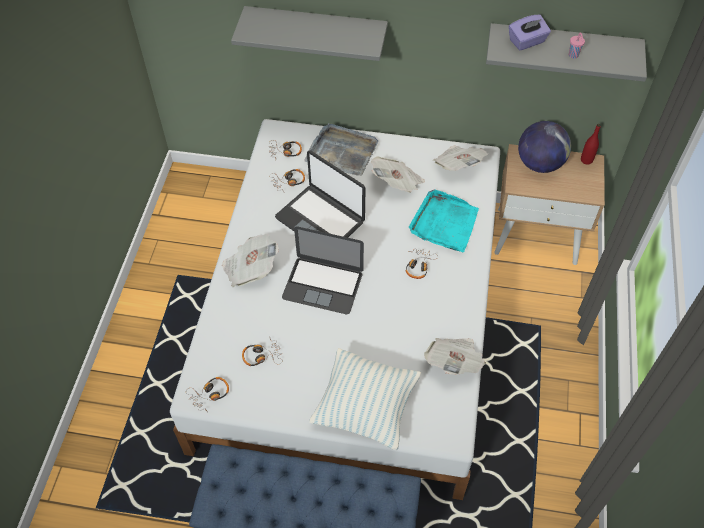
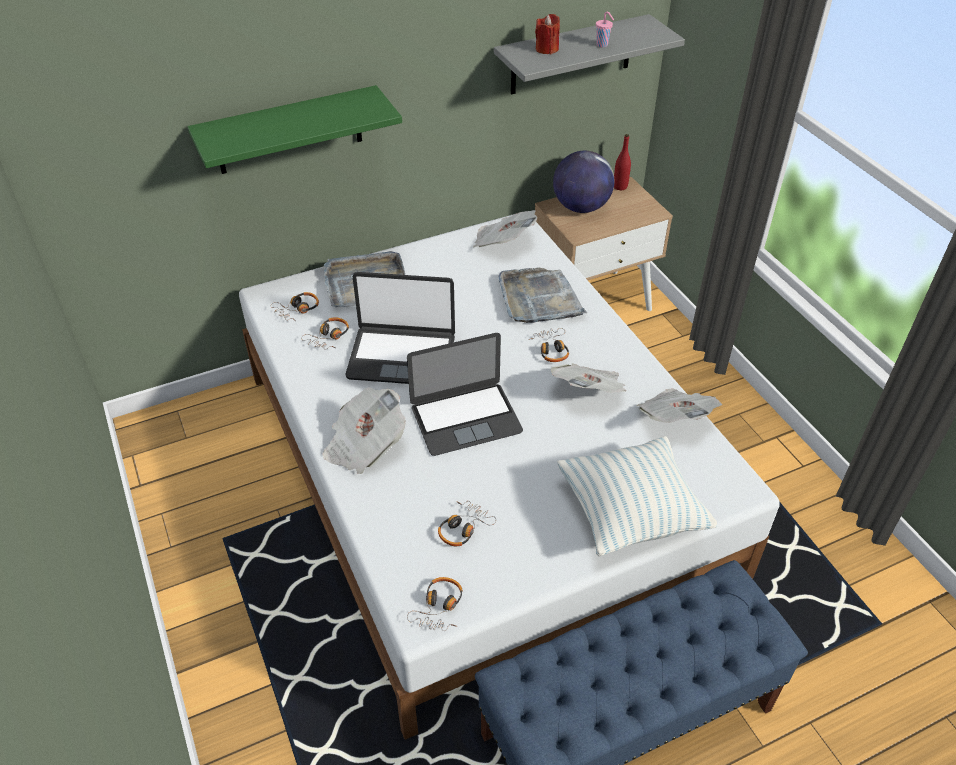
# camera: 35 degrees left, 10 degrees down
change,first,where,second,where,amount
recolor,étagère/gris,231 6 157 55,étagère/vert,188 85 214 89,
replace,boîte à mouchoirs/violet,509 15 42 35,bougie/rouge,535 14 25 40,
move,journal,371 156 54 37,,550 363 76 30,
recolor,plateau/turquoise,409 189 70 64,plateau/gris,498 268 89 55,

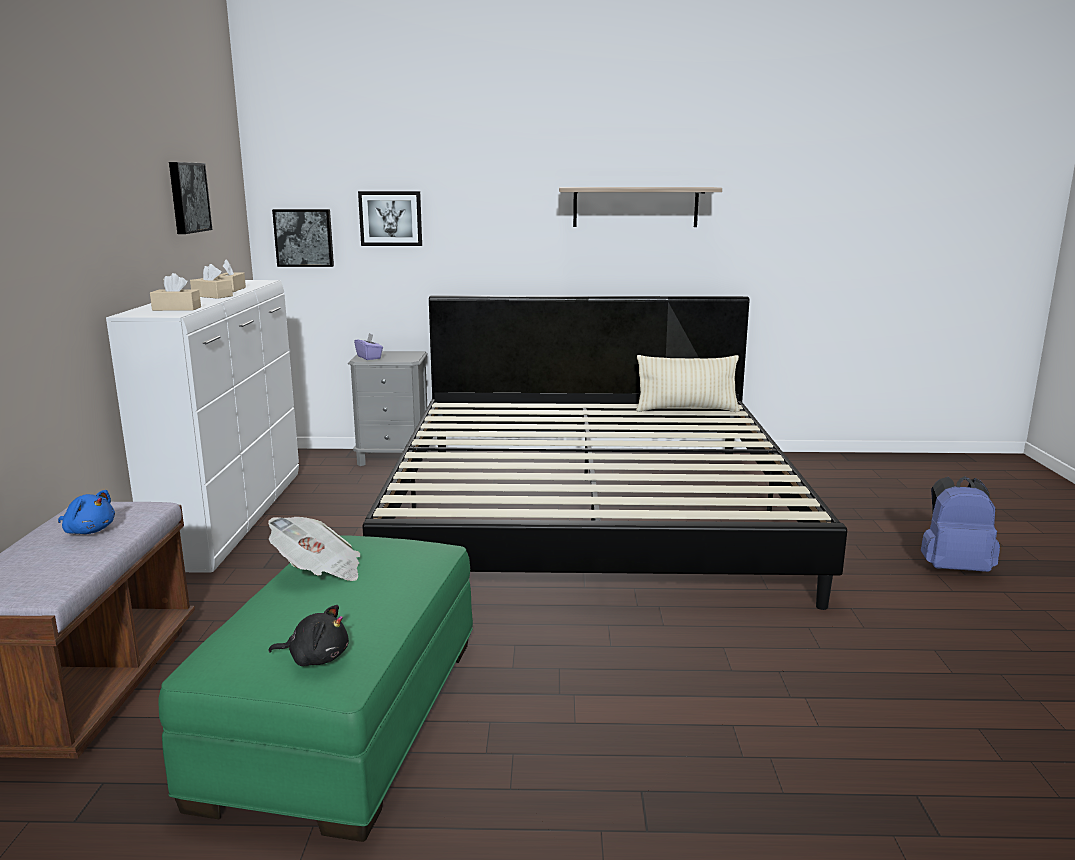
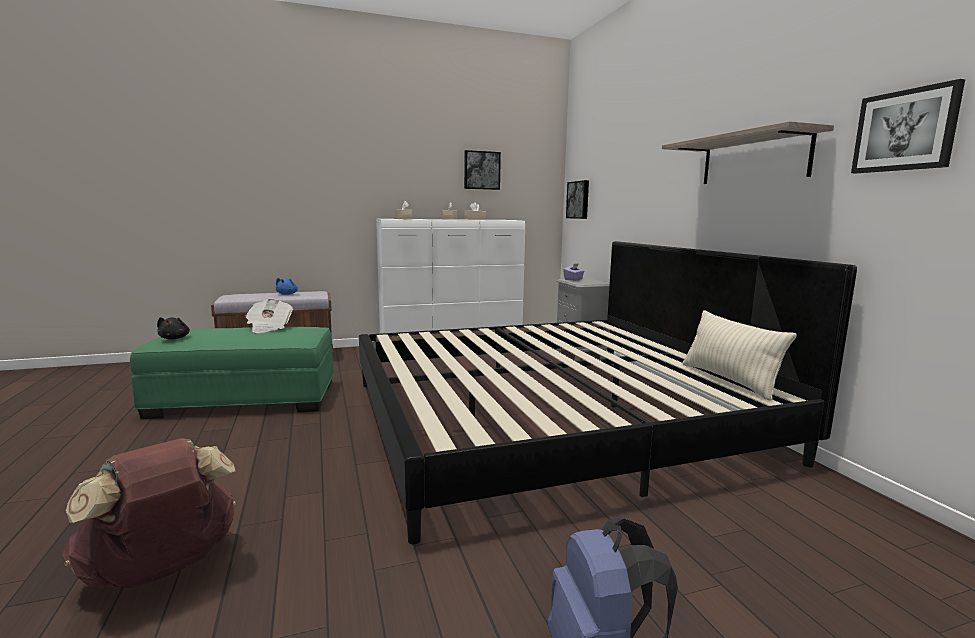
# camera: 70 degrees right, 5 degrees down
change,first,where,second,where,amount
move,tableau,358 191 64 55,,851 79 114 94,
insert,,,sac à dos/marron,62 438 174 150,

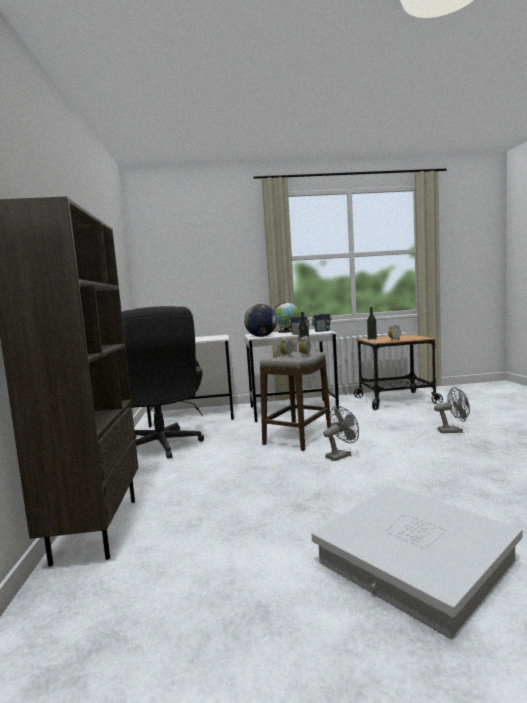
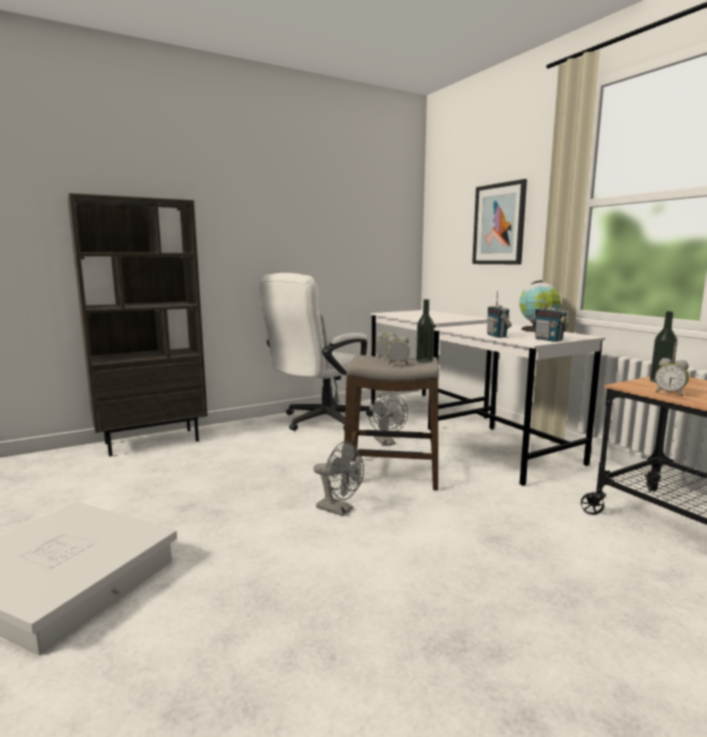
# camera: 65 degrees right, 5 degrees up
change,first,where,second,where,amount
delete,globe,244 304 33 33,,,
recolor,chaise de bureau/noir,122 306 82 153,chaise de bureau/blanc,260 273 113 158,
move,ventilateur/gris,434 387 36 46,,369 392 39 54,
insert,,,tableau,472 179 55 85,

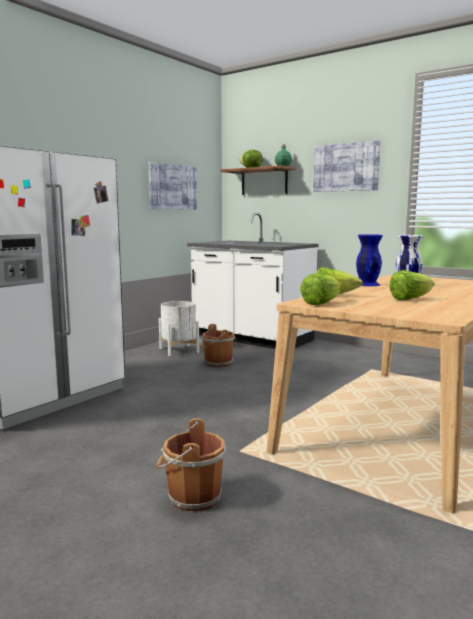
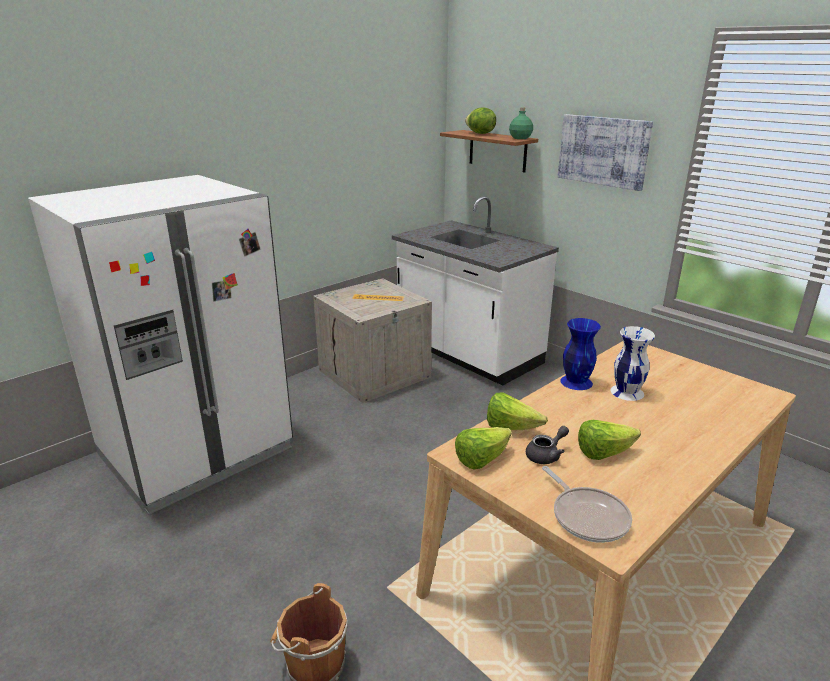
# camera: 10 degrees right, 15 degrees up
change,first,where,second,where,amount
delete,tableau,148 162 49 48,,,
replace,cache-pot/blanc,159 301 40 55,caisse,313 278 119 125,
delete,seau/marron,199 324 37 43,,,
insert,,,théière/gris,526 426 43 38,
insert,,,poêle,542 466 90 77,

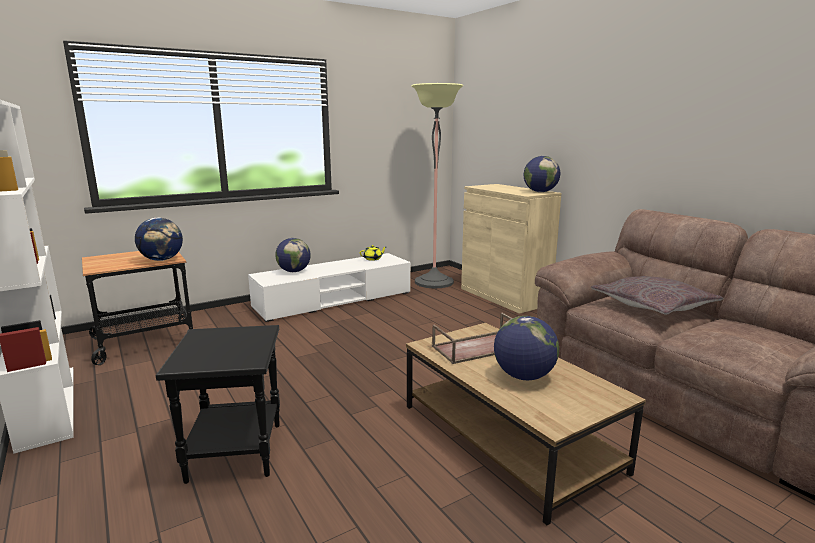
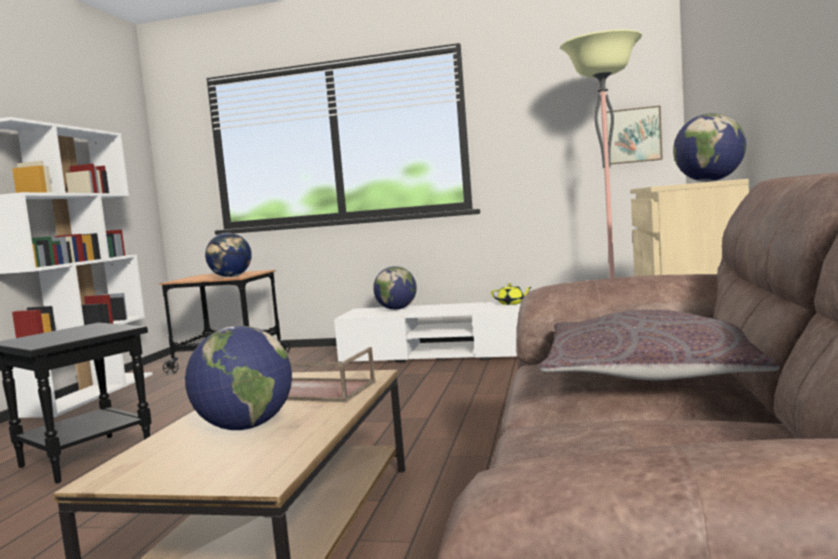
# camera: 45 degrees right, 10 degrees down
change,first,where,second,where,amount
insert,,,tableau,606 106 57 58,

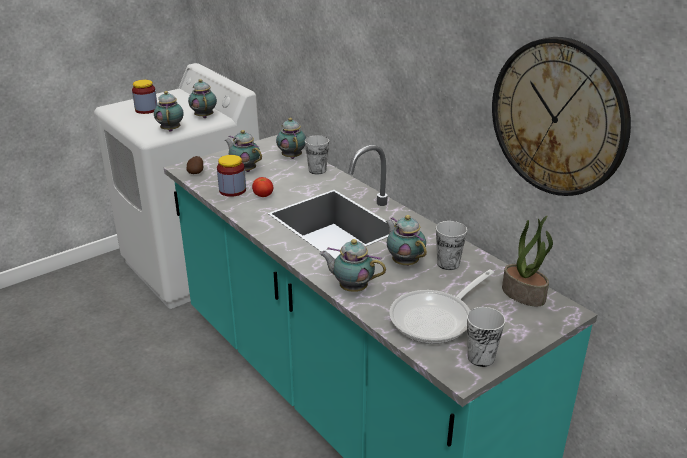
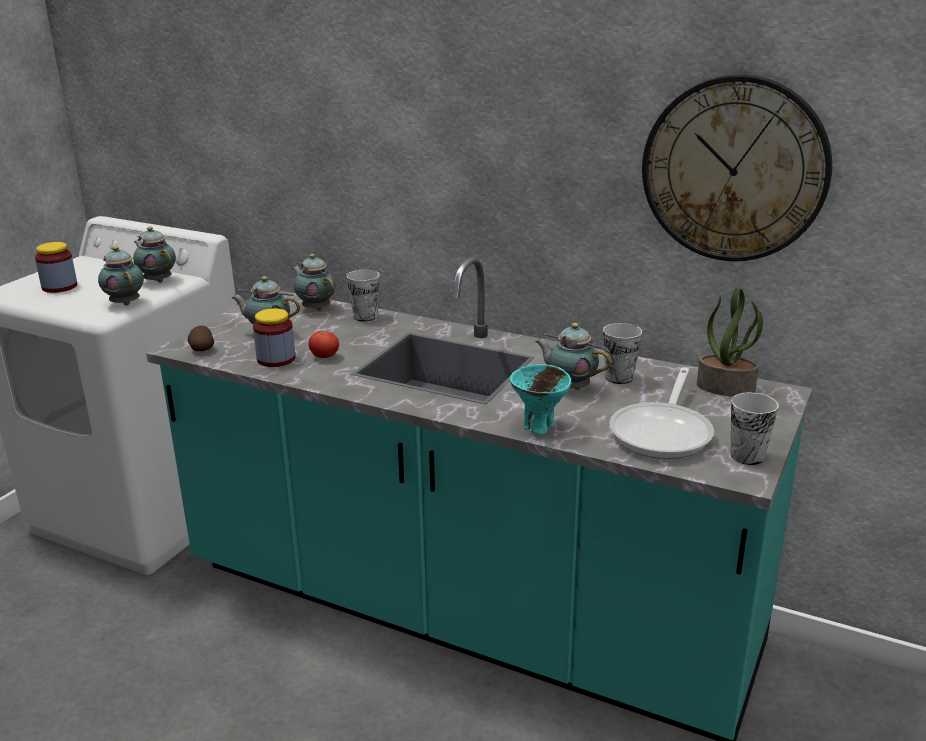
# camera: 25 degrees left, 5 degrees down
change,first,where,second,where,amount
replace,théière,320 239 66 53,bol/turquoise,510 364 61 70,

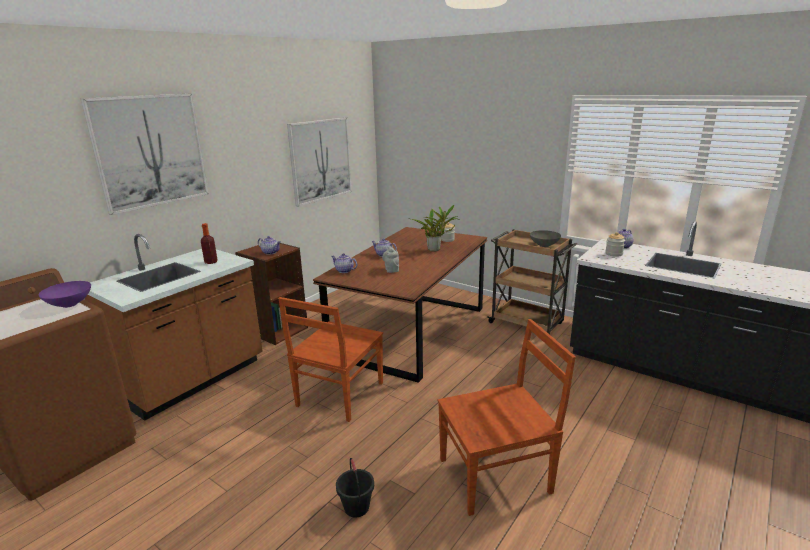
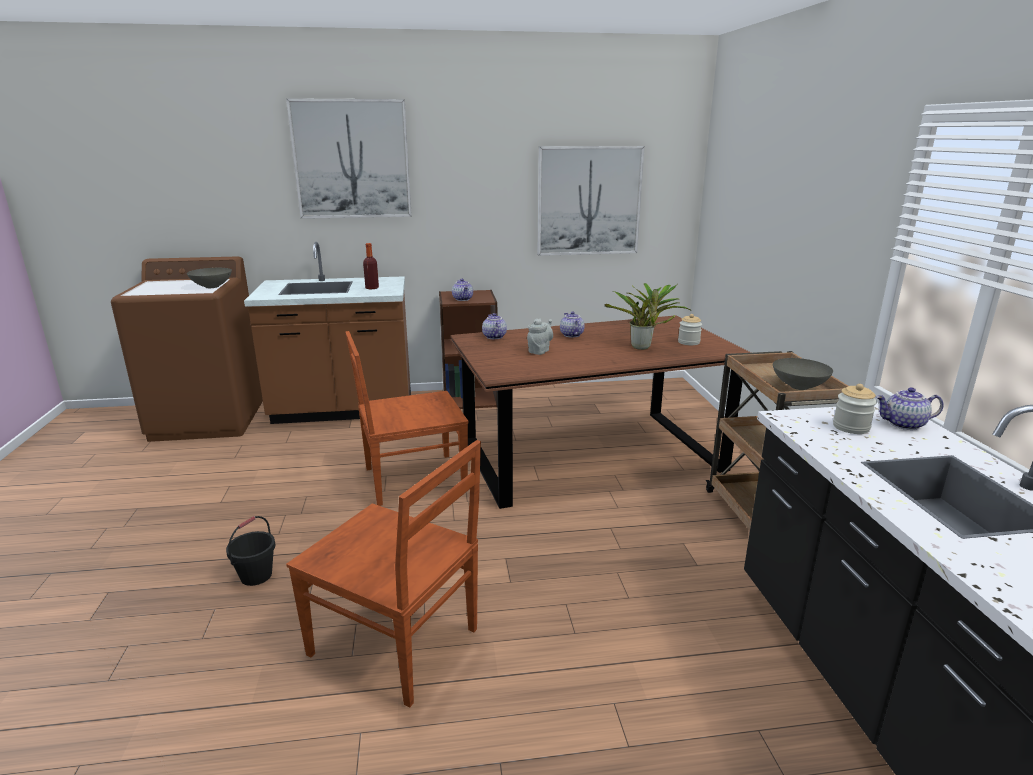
# camera: 45 degrees right, 0 degrees up
change,first,where,second,where,amount
recolor,bol/violet,39 281 52 27,bol/gris,187 268 45 20,

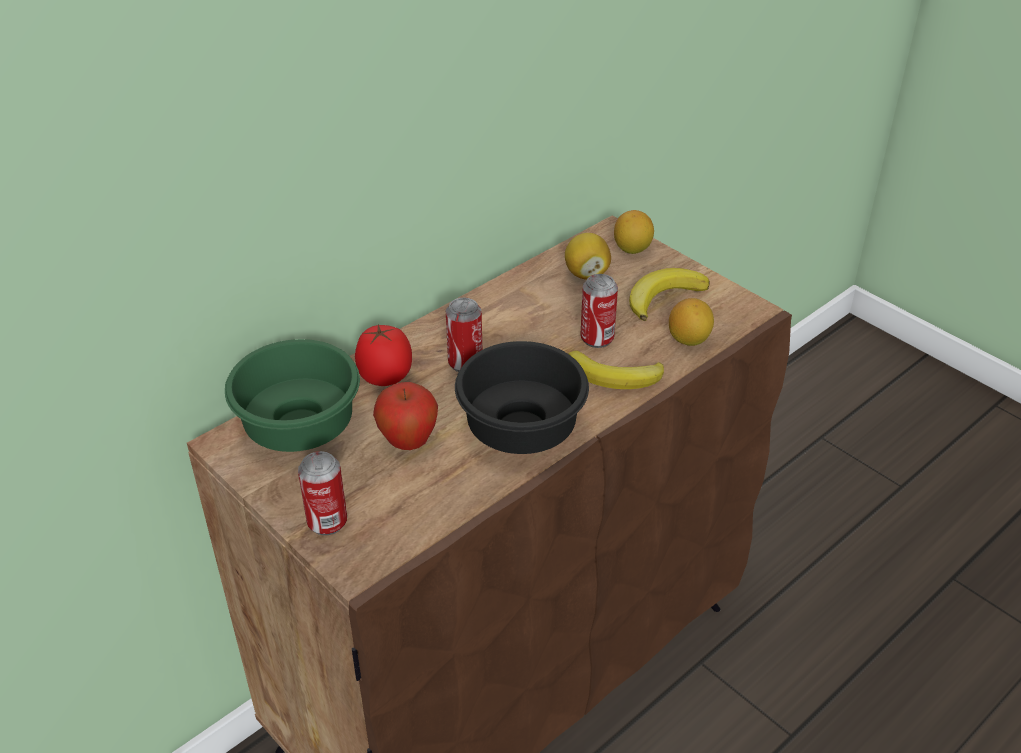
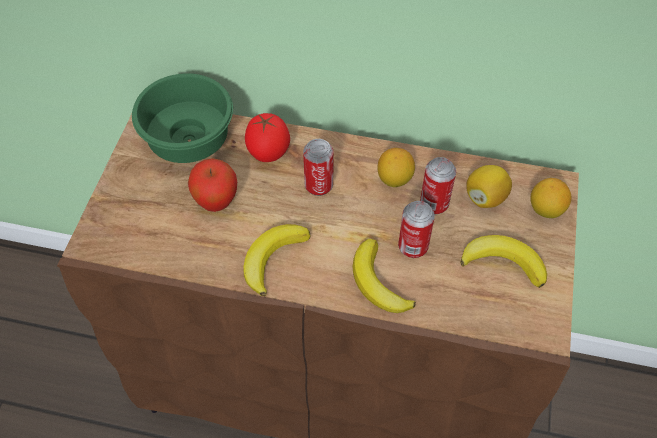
# camera: 55 degrees right, 15 degrees up
change,first,where,second,where,amount
move,citron,669 298 45 48,,378 148 37 39,
replace,bol/noir,455 341 134 113,banane,243 224 68 72,
move,boîte métallique,298 451 49 84,,420 157 36 57,

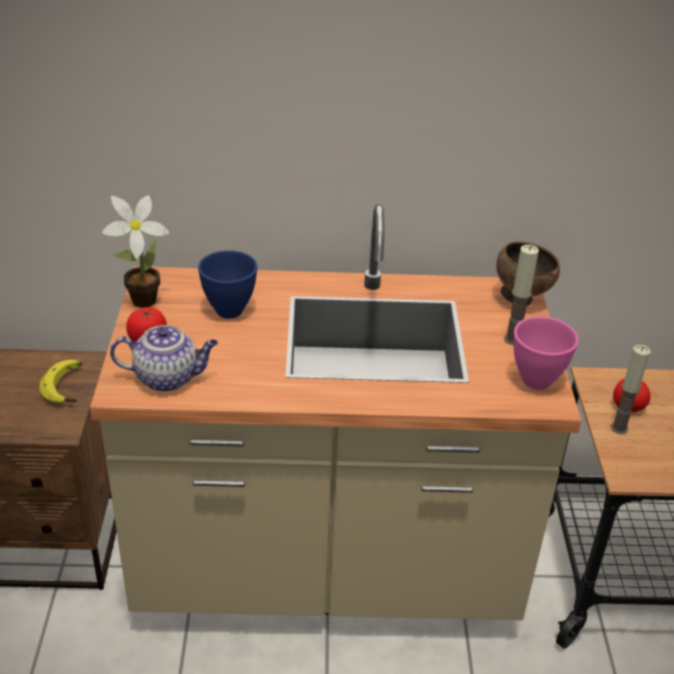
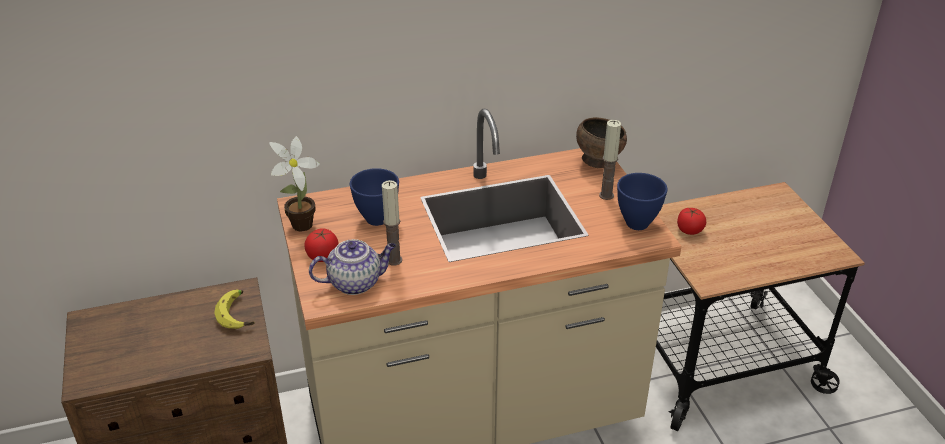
# camera: 15 degrees left, 0 degrees up
change,first,where,second,where,amount
recolor,bol/rose,514 316 65 74,bol/bleu,617 173 51 57,
move,bougie,611 345 40 89,,382 180 20 85,

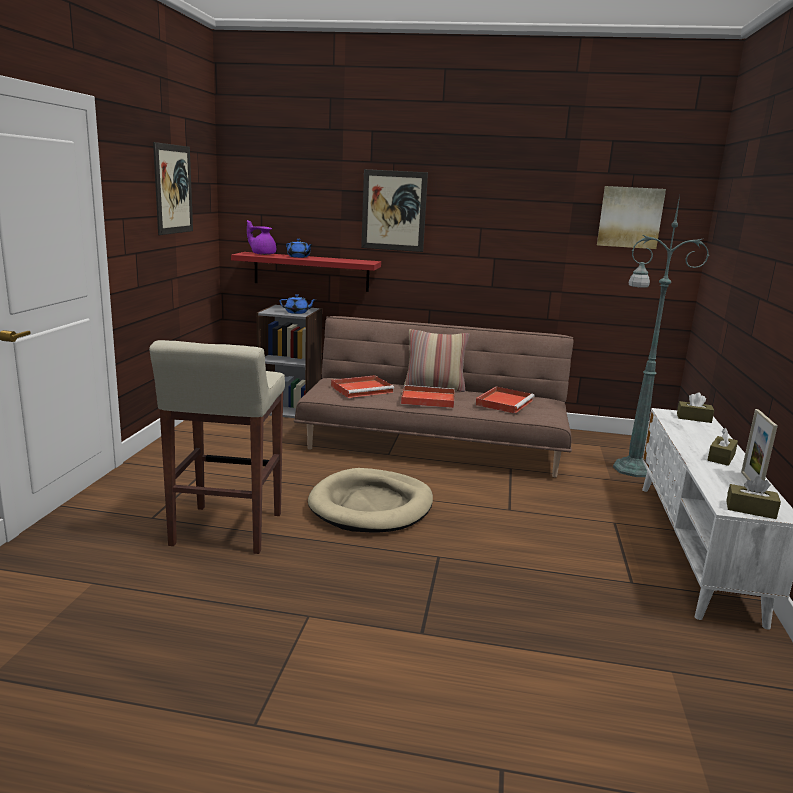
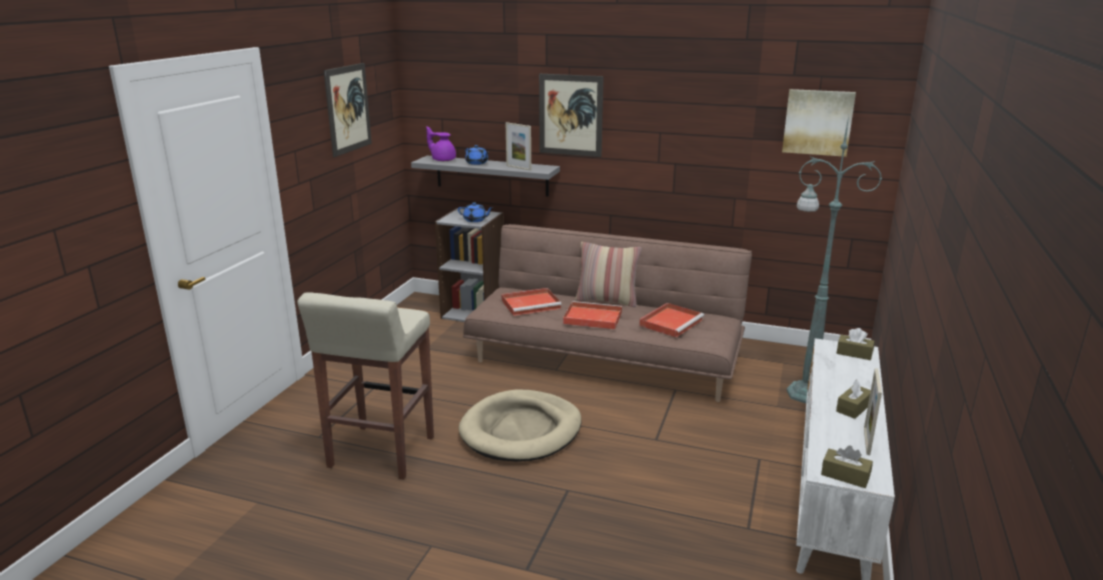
# camera: 10 degrees right, 5 degrees up
change,first,where,second,where,amount
recolor,étagère/rouge,231 252 150 40,étagère/gris,411 156 149 40,
insert,,,cadre photo,506 122 25 49,

